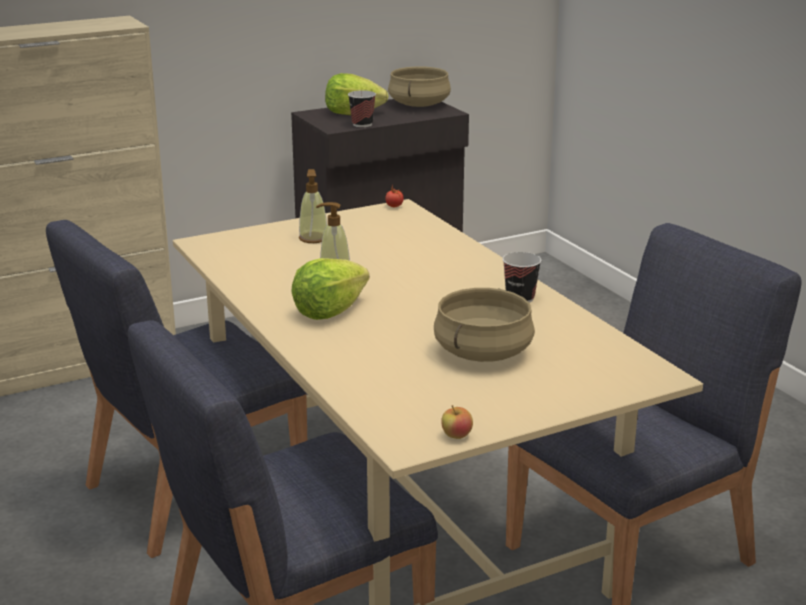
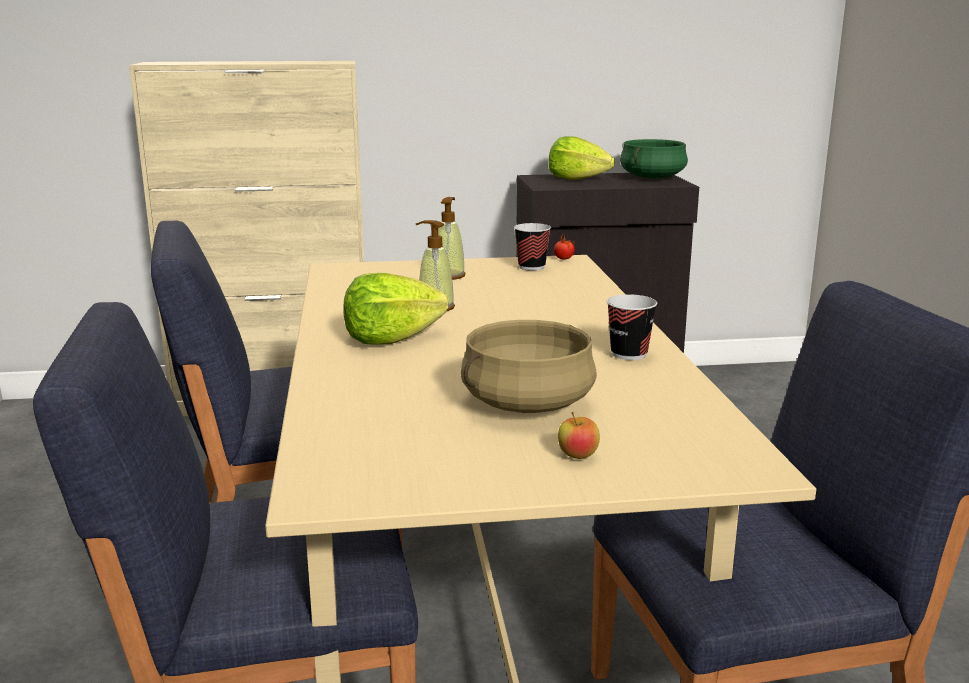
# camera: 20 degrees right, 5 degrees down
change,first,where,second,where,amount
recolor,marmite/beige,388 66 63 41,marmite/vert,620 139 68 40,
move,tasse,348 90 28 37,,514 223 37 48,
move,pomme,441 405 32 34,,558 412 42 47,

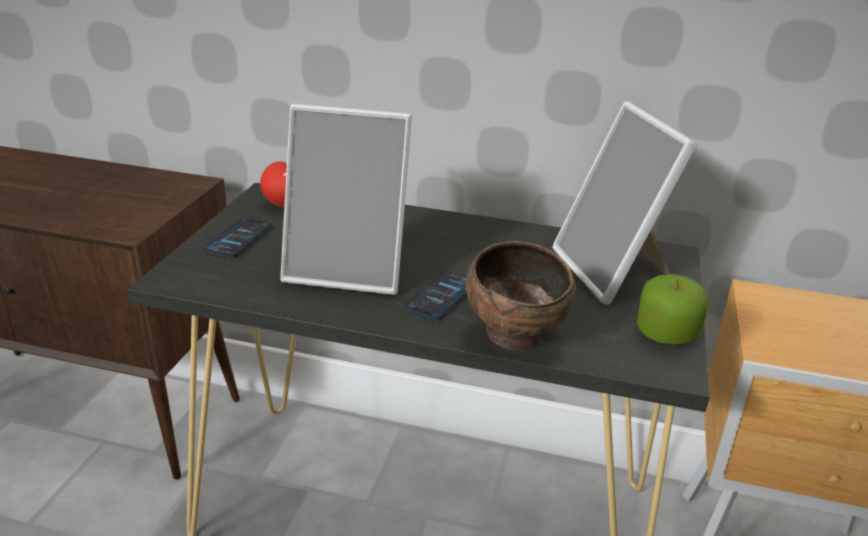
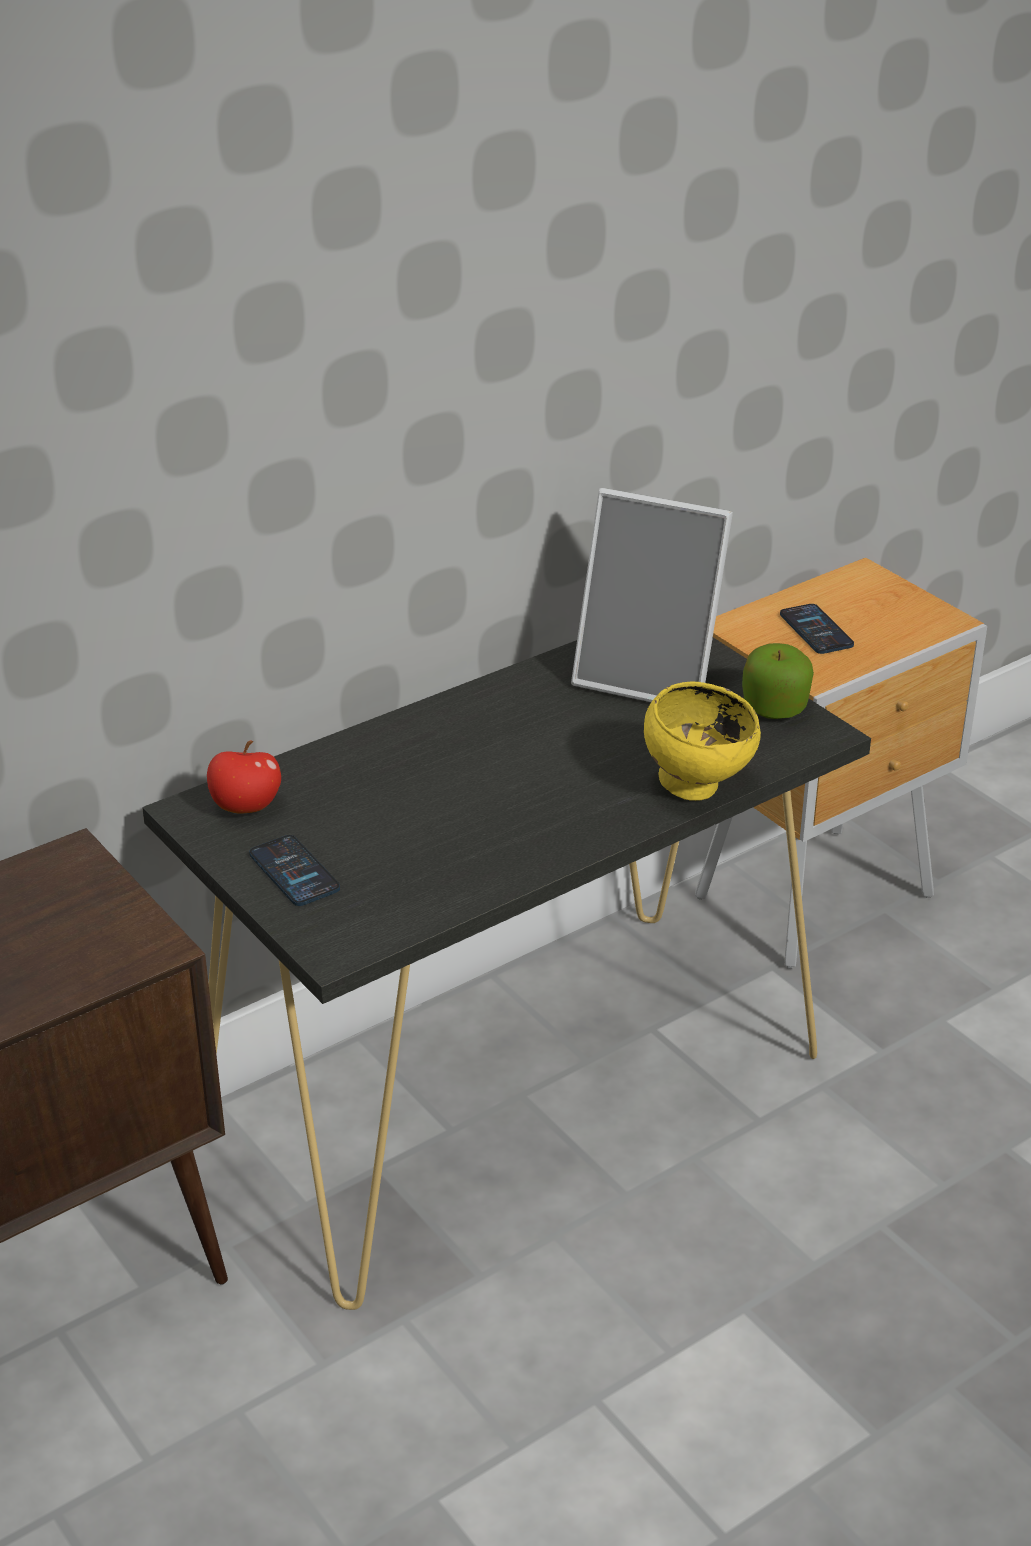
# camera: 50 degrees left, 5 degrees up
change,first,where,second,where,amount
delete,cadre photo,280 104 132 191,,,
recolor,bol/marron,465 241 111 109,bol/jaune,644 681 117 120,
move,téléphone,405 271 62 49,,780 604 74 50,

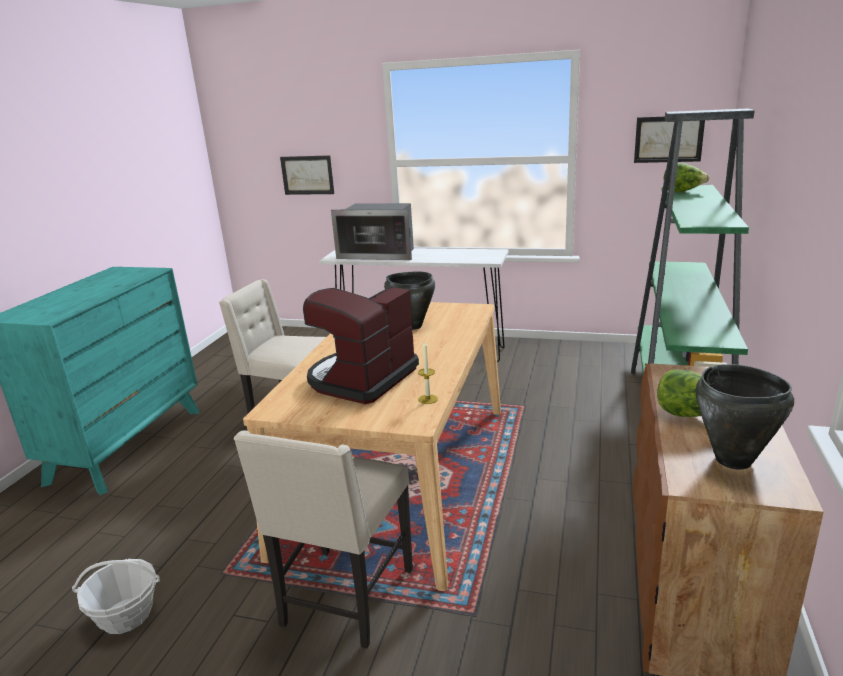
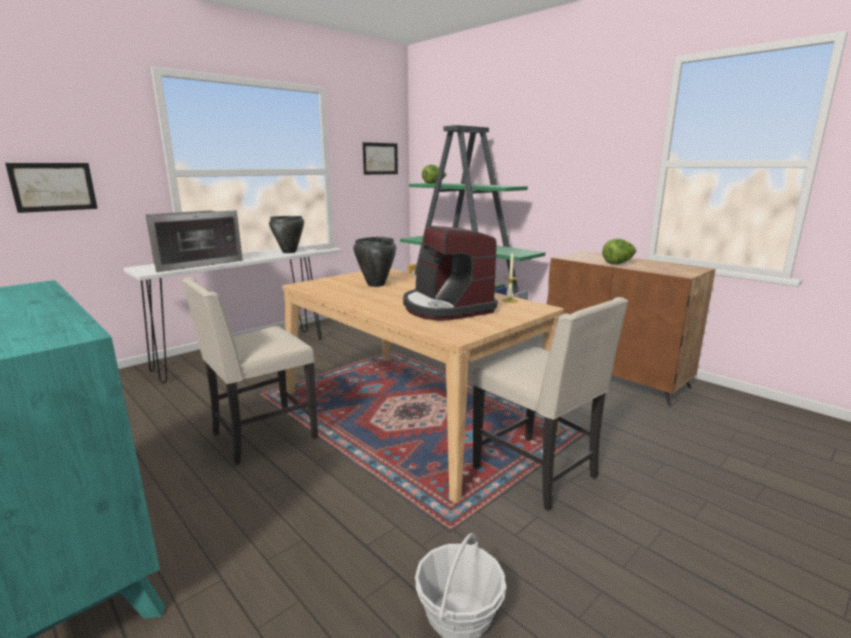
# camera: 60 degrees left, 5 degrees down
change,first,where,second,where,amount
move,marmite/noir,696 364 98 105,,269 216 35 37,

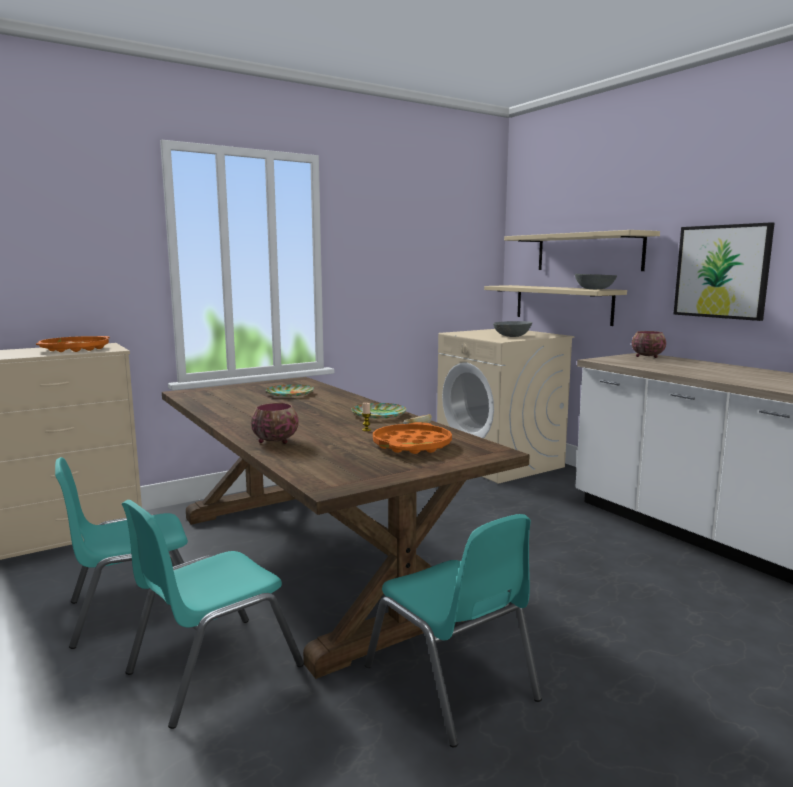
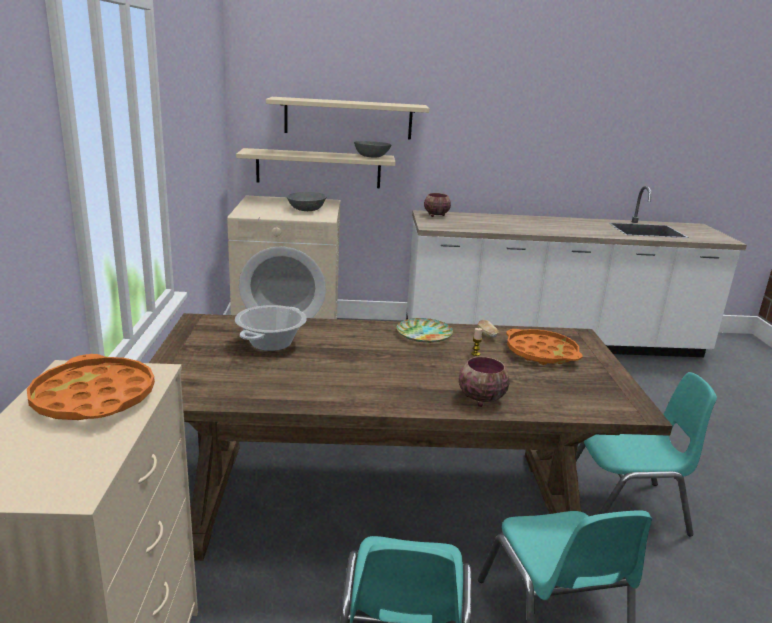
# camera: 60 degrees left, 10 degrees up
change,first,where,second,where,amount
delete,tableau,673 222 102 99,,,
replace,assiette,266 384 48 13,marmite,235 305 72 46,

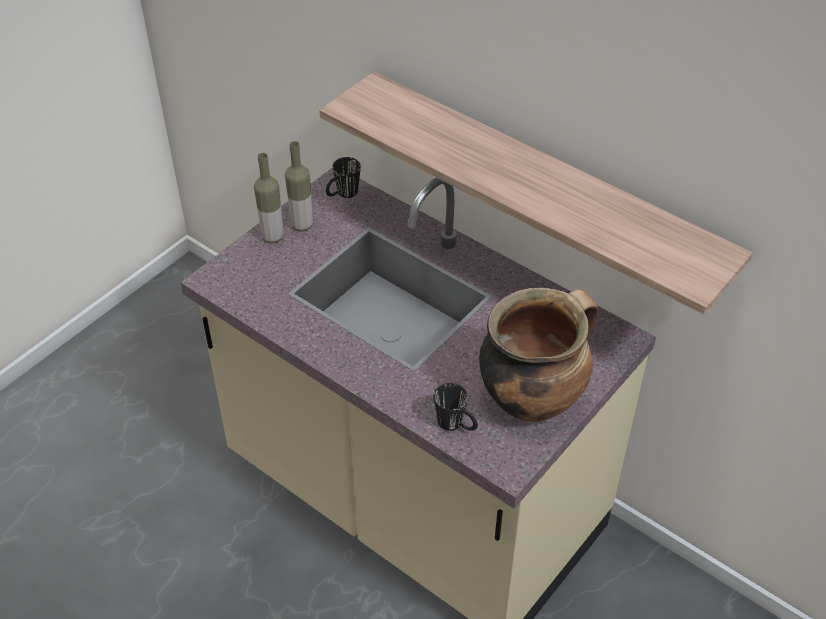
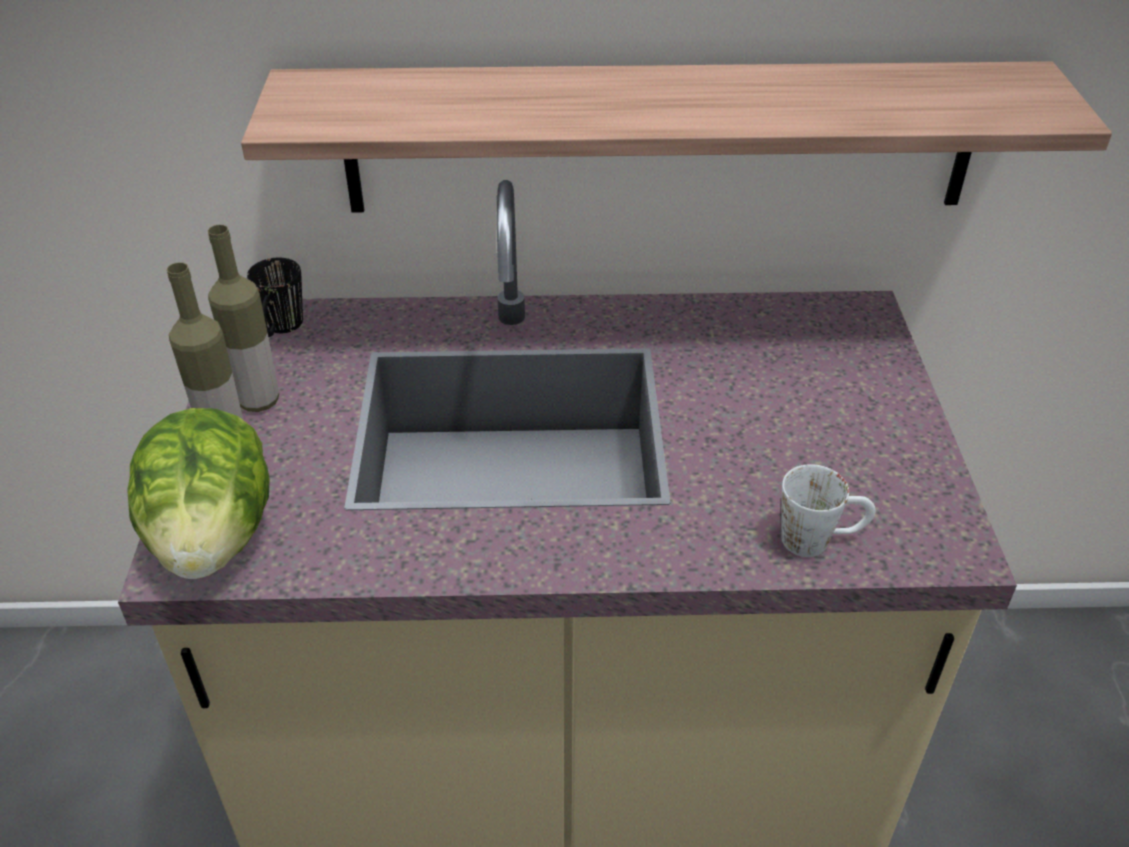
# camera: 40 degrees left, 5 degrees down
change,first,where,second,where,amount
delete,marmite,479 288 120 134,,,
recolor,mug/noir,433 383 45 48,mug/blanc,781 464 95 93,
insert,,,laitue,127 408 143 171,

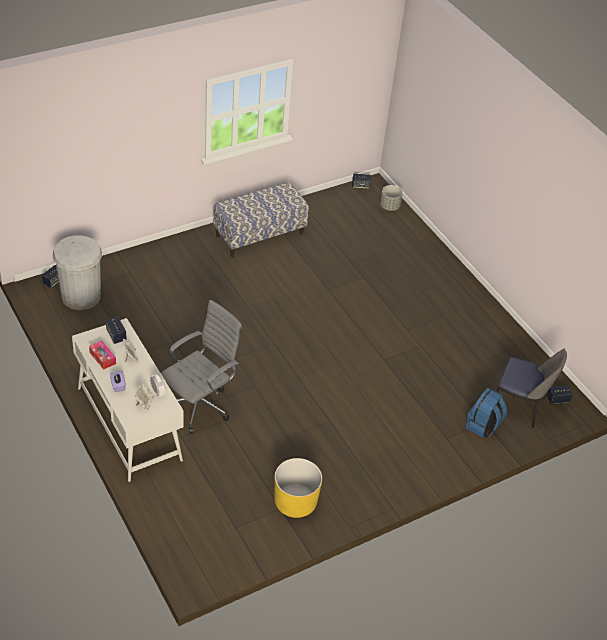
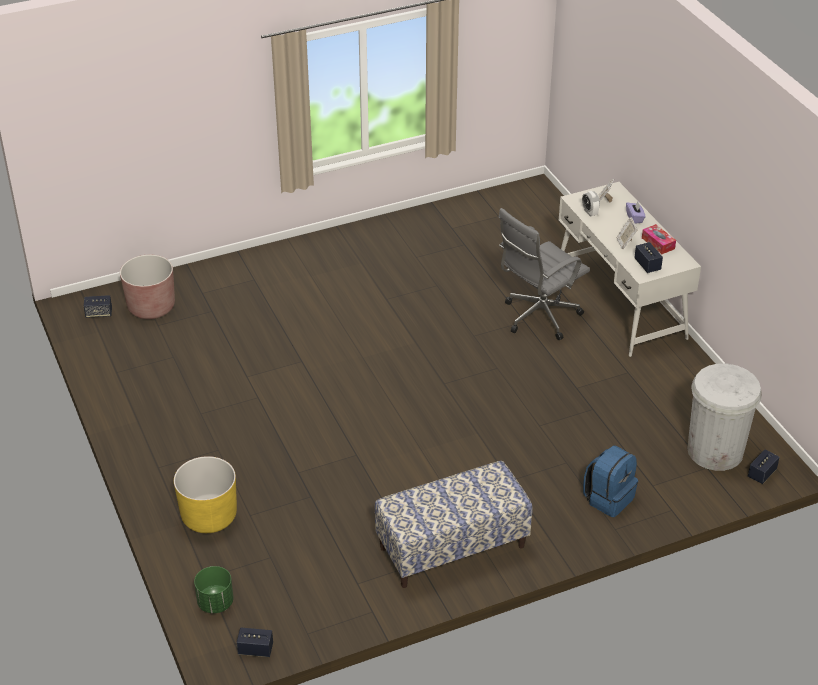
# camera: 170 degrees left, 5 degrees down
change,first,where,second,where,amount
recolor,cache-pot/gris,380 185 23 26,cache-pot/vert,194 566 39 47,
replace,chaise,497 349 70 79,cache-pot/marron,120 255 55 64,
move,sac à dos/bleu,465 387 42 51,,583 445 55 72,
move,cache-pot/jaune,274 458 48 60,,174 456 63 77,

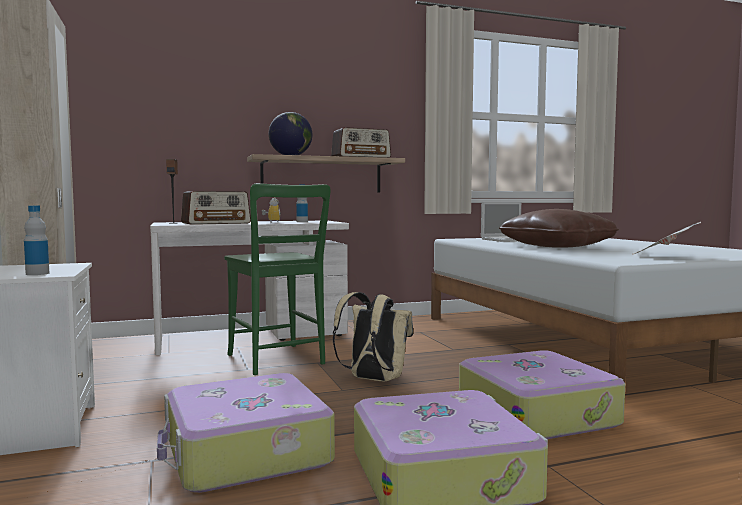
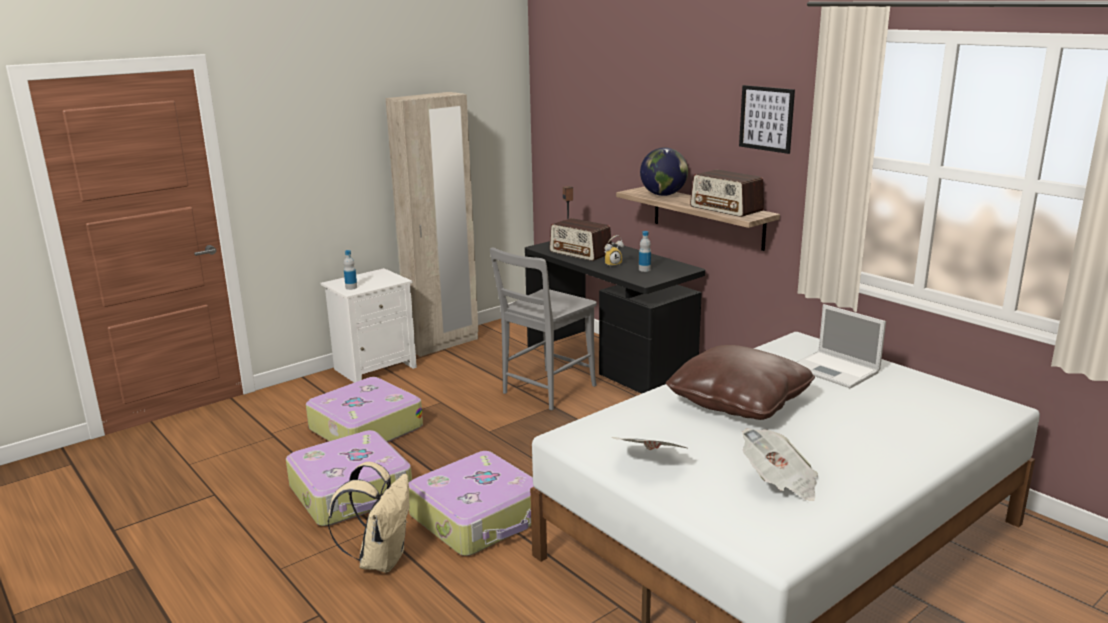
# camera: 70 degrees right, 15 degrees up
change,first,where,second,where,amount
recolor,chaise/vert,224 183 107 192,chaise/gris,490 248 107 162,
recolor,bureau/blanc,150 221 199 134,bureau/noir,525 241 180 153,
move,sac à dos/beige,333 292 80 89,,328 462 82 111,
insert,,,tableau,739 85 56 69,
insert,,,journal,742 428 76 73,

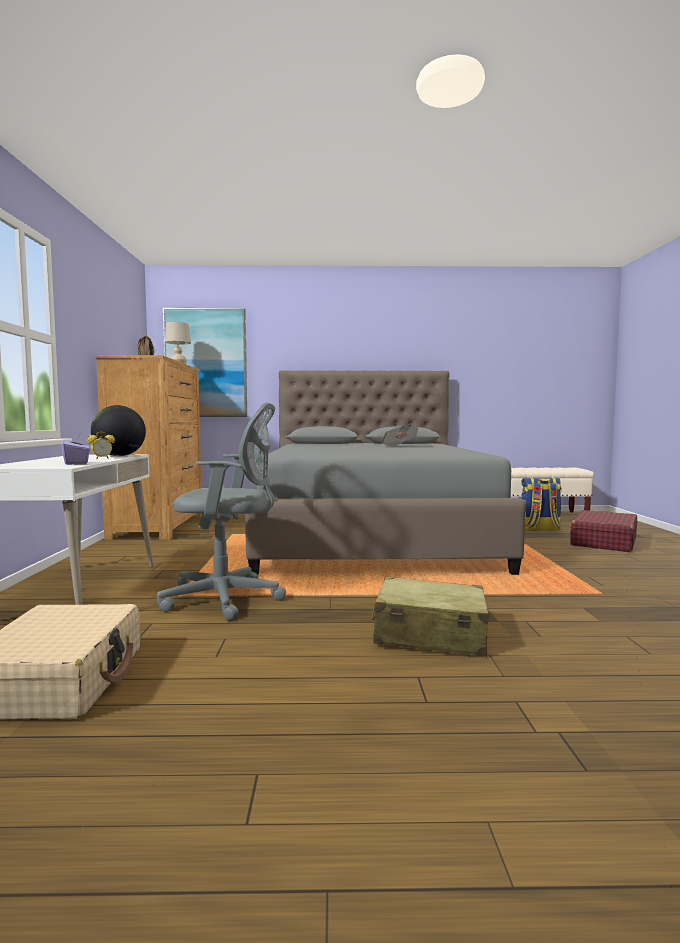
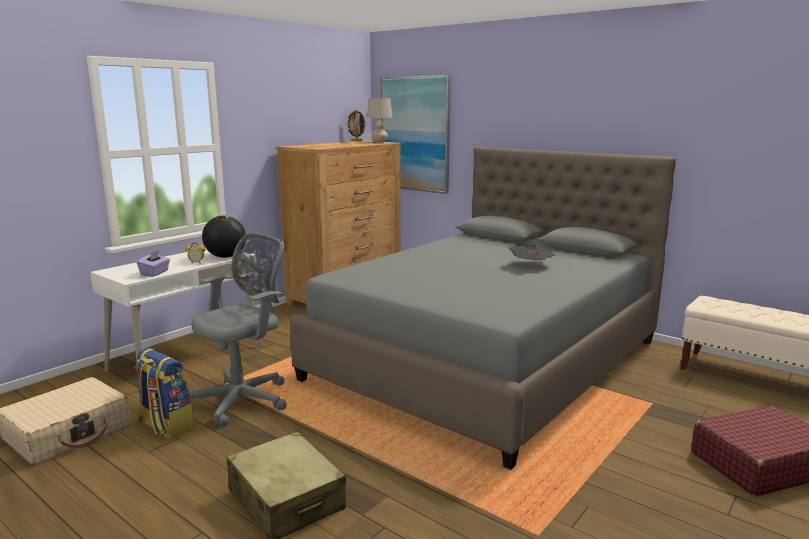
# camera: 40 degrees right, 10 degrees up
change,first,where,second,where,amount
rotate,chaise de bureau/gris,157 403 129 217,,189 233 98 194,90 degrees counterclockwise
move,sac à dos,521 477 41 53,,135 347 59 92,

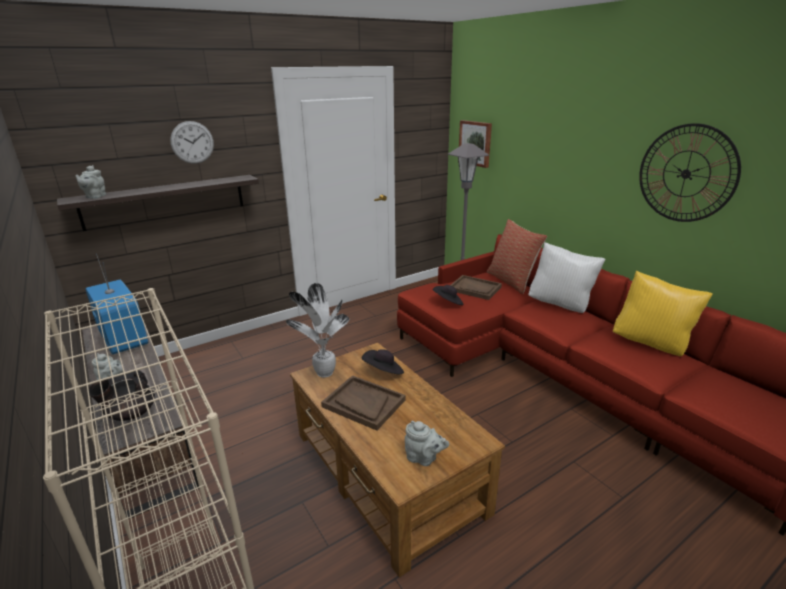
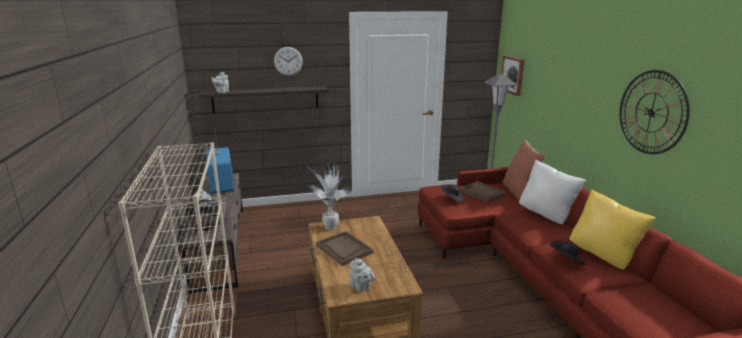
# camera: 20 degrees right, 5 degrees down
change,first,where,second,where,amount
move,chapeau/noir,362 349 42 26,,550 241 35 24,

